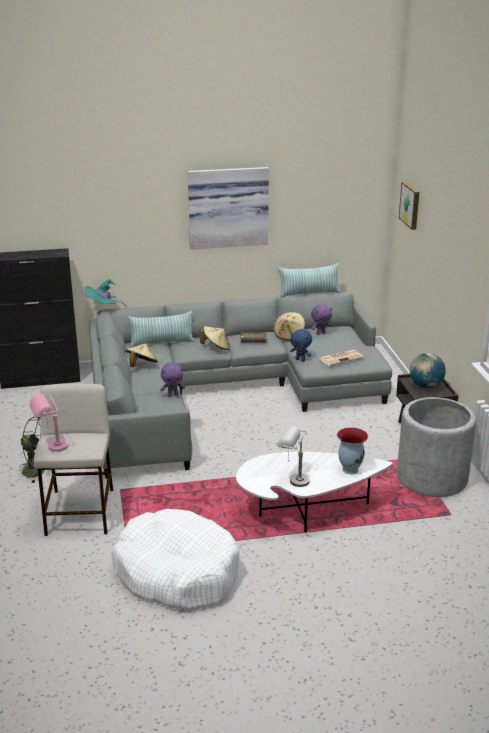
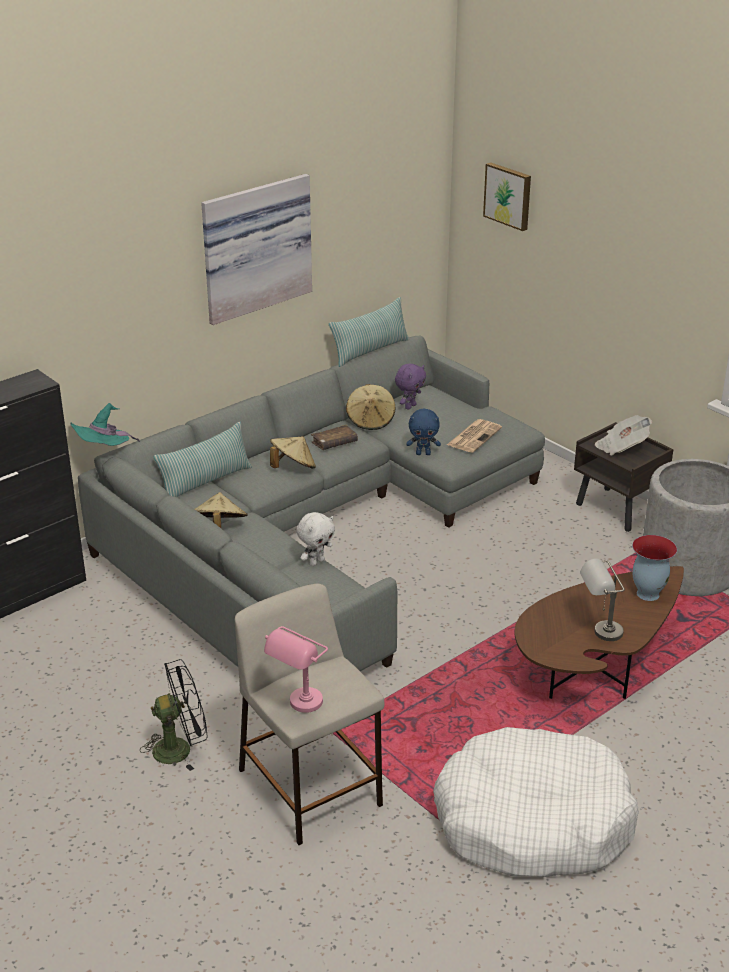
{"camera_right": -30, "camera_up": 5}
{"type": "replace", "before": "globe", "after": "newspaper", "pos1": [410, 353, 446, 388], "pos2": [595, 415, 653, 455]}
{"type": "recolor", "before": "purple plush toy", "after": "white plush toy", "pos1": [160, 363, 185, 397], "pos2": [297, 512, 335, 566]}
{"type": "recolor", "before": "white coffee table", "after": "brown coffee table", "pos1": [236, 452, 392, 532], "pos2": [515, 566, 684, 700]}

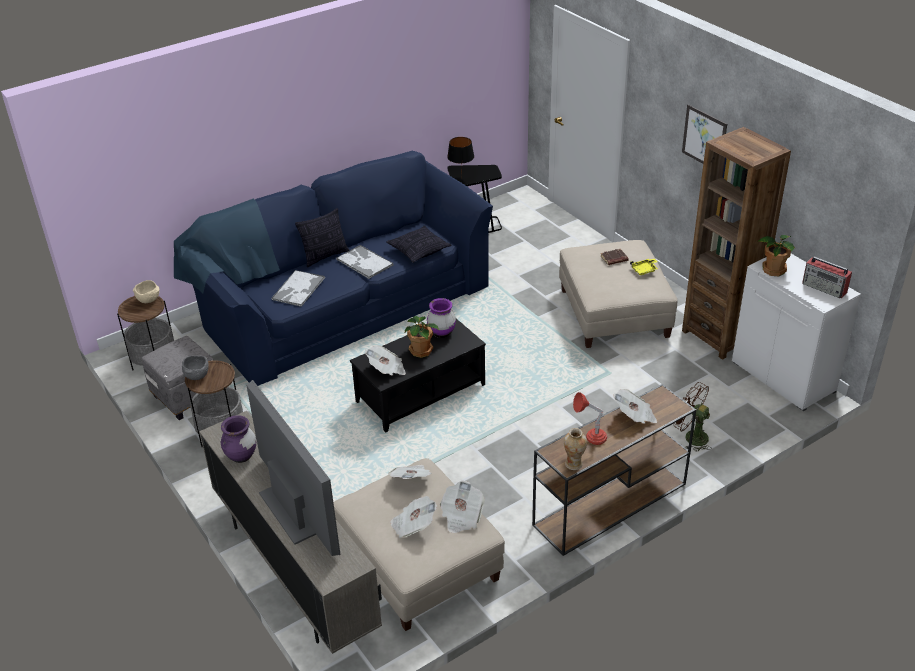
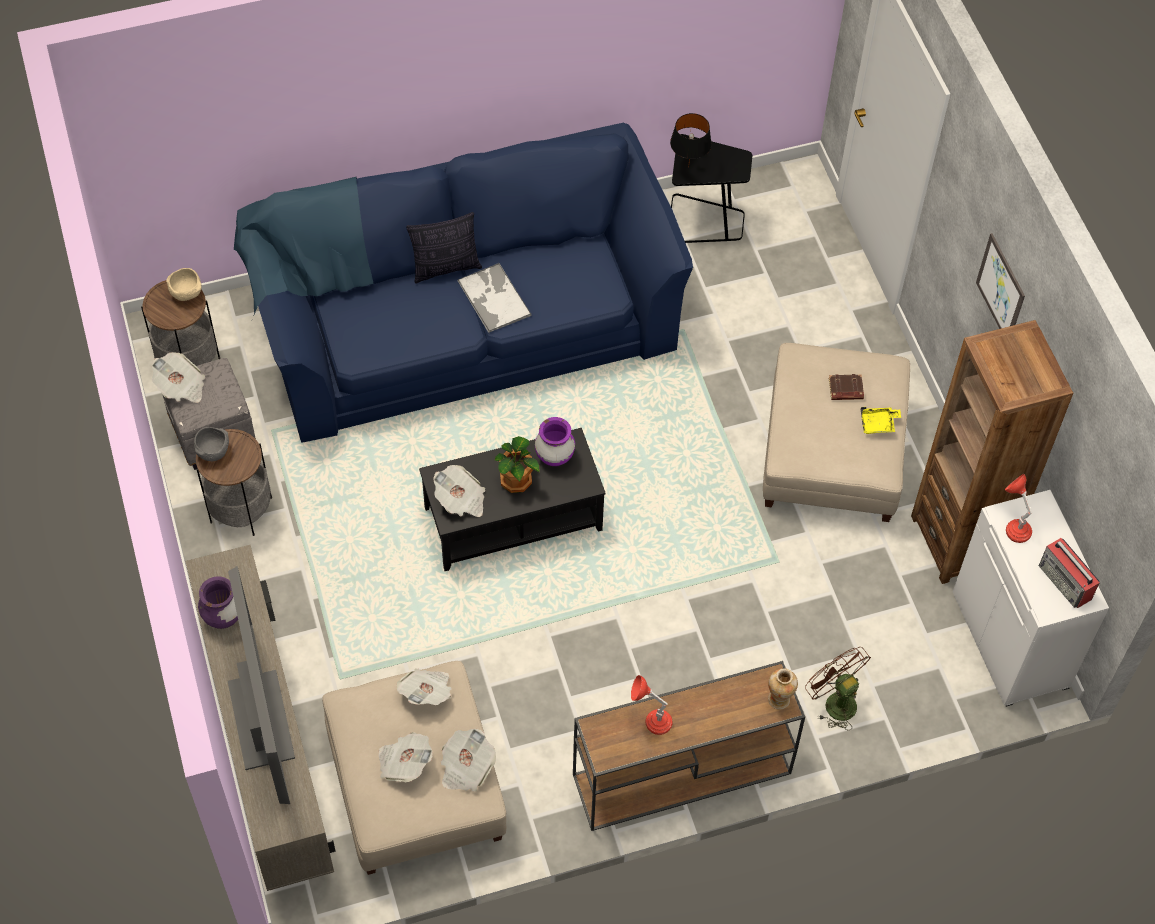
{"camera_right": 15, "camera_up": 20}
{"type": "delete", "before": "pillow", "pos1": [386, 226, 452, 263]}
{"type": "replace", "before": "potted plant", "after": "red table lamp", "pos1": [757, 235, 796, 276], "pos2": [1005, 474, 1032, 543]}
{"type": "delete", "before": "tray", "pos1": [272, 270, 325, 307]}
{"type": "move", "before": "newspaper", "pos1": [613, 389, 658, 424], "pos2": [152, 352, 205, 403]}
{"type": "move", "before": "vase", "pos1": [564, 428, 587, 470], "pos2": [768, 668, 798, 709]}

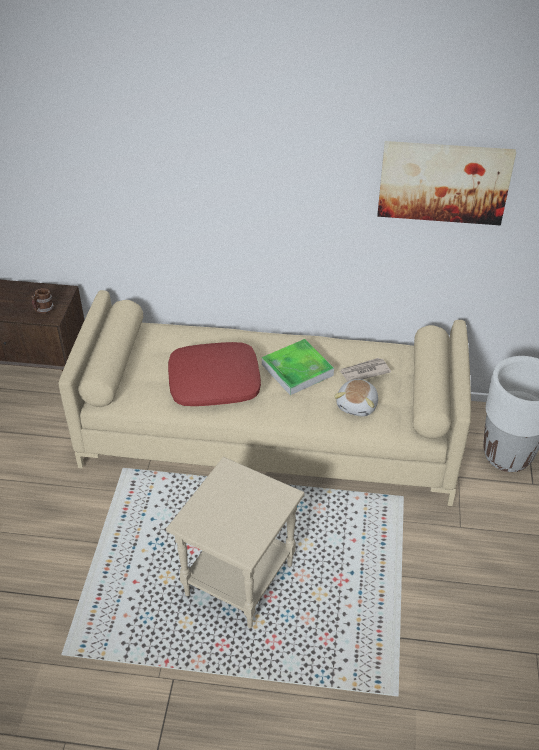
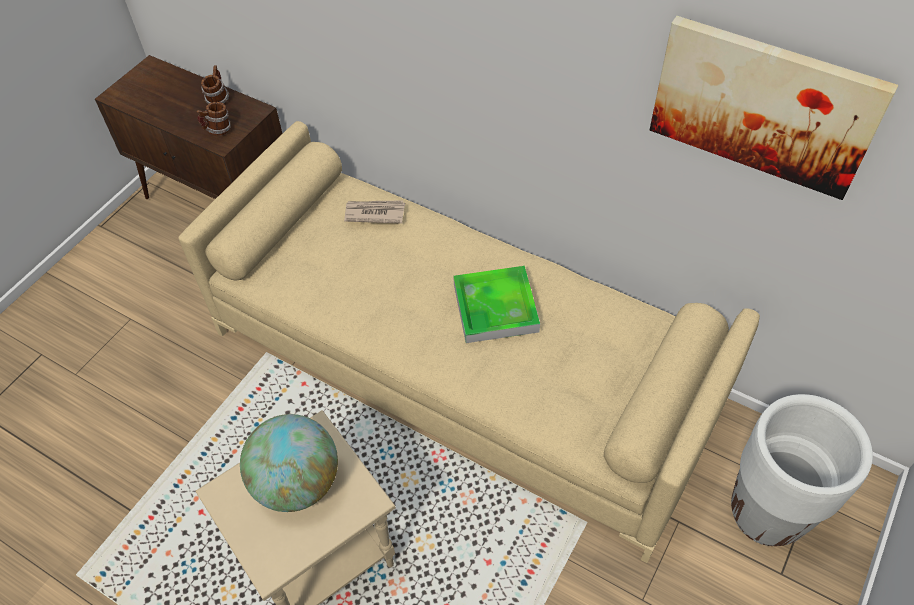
{"camera_right": 25, "camera_up": 10}
{"type": "delete", "before": "red pillow", "pos1": [168, 342, 261, 406]}
{"type": "move", "before": "newspaper", "pos1": [340, 358, 391, 381], "pos2": [344, 200, 405, 224]}
{"type": "delete", "before": "plush toy", "pos1": [334, 379, 378, 417]}
{"type": "insert", "after": "mug", "pos2": [201, 65, 229, 104]}
{"type": "insert", "after": "globe", "pos2": [240, 414, 338, 512]}

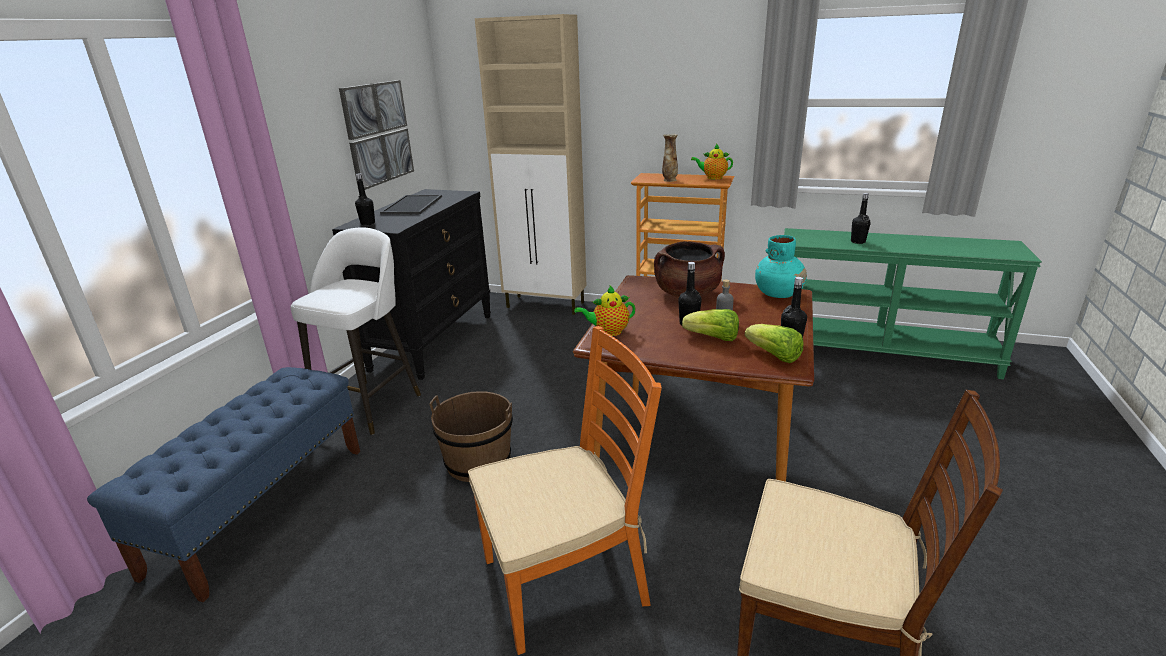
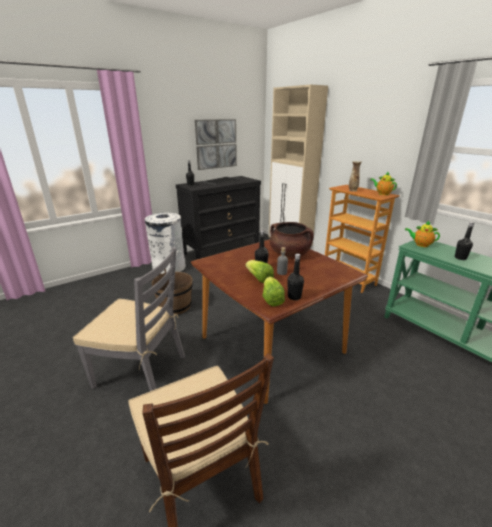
{"camera_right": 35, "camera_up": 0}
{"type": "replace", "before": "white stool", "after": "white trash can", "pos1": [290, 227, 421, 435], "pos2": [145, 213, 186, 274]}
{"type": "delete", "before": "turquoise vase", "pos1": [755, 235, 807, 298]}
{"type": "move", "before": "teapot", "pos1": [574, 285, 636, 336], "pos2": [405, 221, 440, 247]}
{"type": "recolor", "before": "orange chair", "after": "grey chair", "pos1": [468, 326, 662, 655], "pos2": [73, 247, 185, 391]}
{"type": "delete", "before": "blue bench", "pos1": [87, 367, 360, 602]}

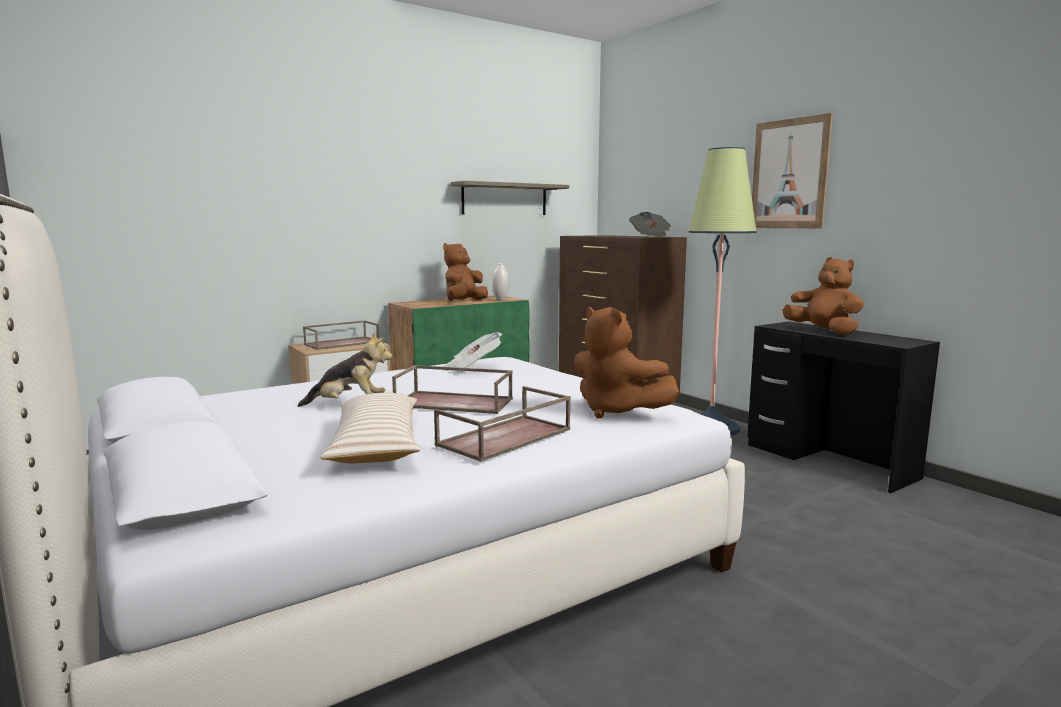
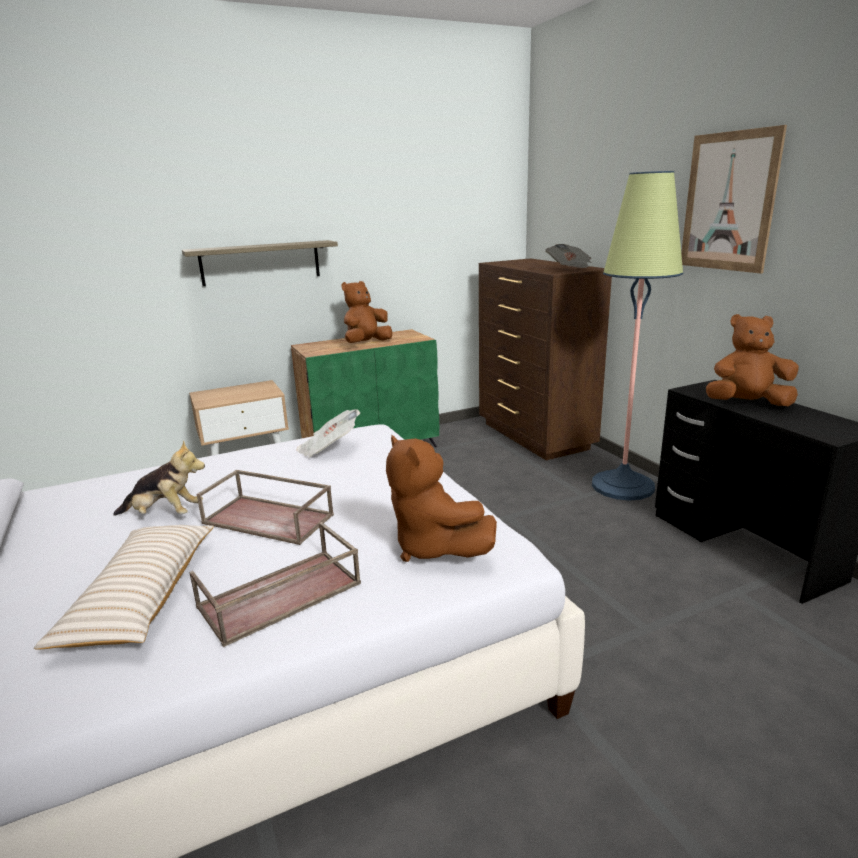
{"camera_right": 10, "camera_up": 10}
{"type": "move", "before": "shelf", "pos1": [451, 181, 569, 215], "pos2": [182, 240, 338, 286]}
{"type": "rotate", "before": "brown plush toy", "pos1": [782, 257, 863, 335], "pos2": [706, 314, 799, 406], "turn": -60}
{"type": "delete", "before": "white vase", "pos1": [492, 263, 509, 301]}
{"type": "delete", "before": "brown tray", "pos1": [303, 321, 379, 350]}

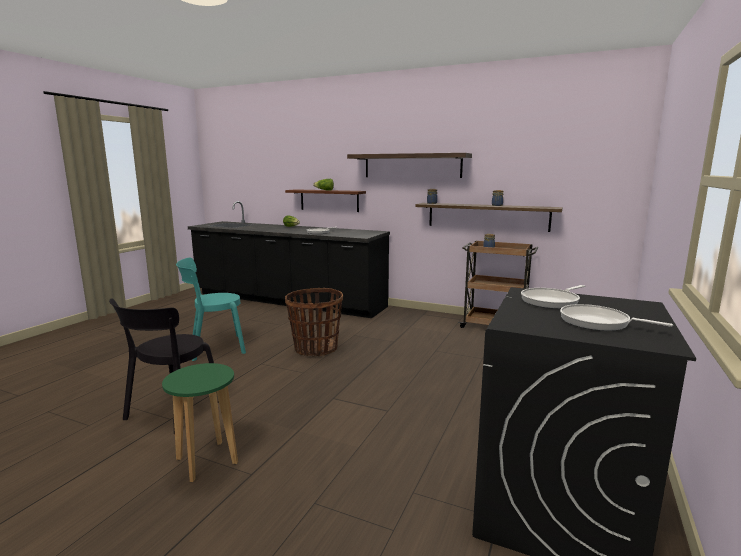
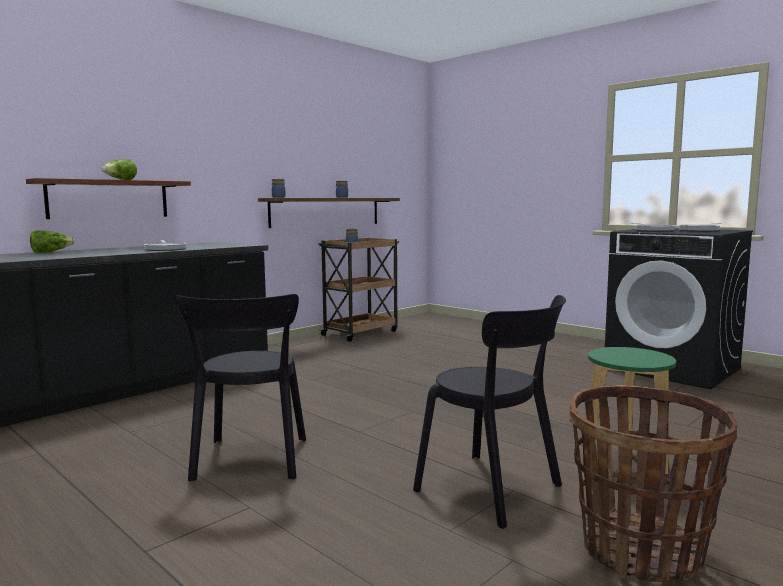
{"camera_right": -70, "camera_up": -5}
{"type": "delete", "before": "shelf", "pos1": [347, 153, 472, 178]}
{"type": "recolor", "before": "turquoise chair", "after": "black chair", "pos1": [176, 258, 246, 361], "pos2": [176, 294, 306, 481]}
{"type": "move", "before": "basket", "pos1": [285, 288, 343, 356], "pos2": [570, 385, 737, 583]}

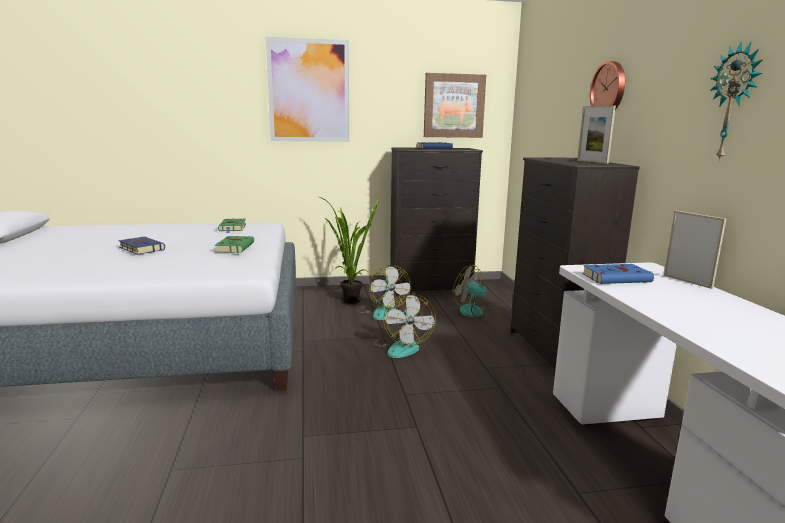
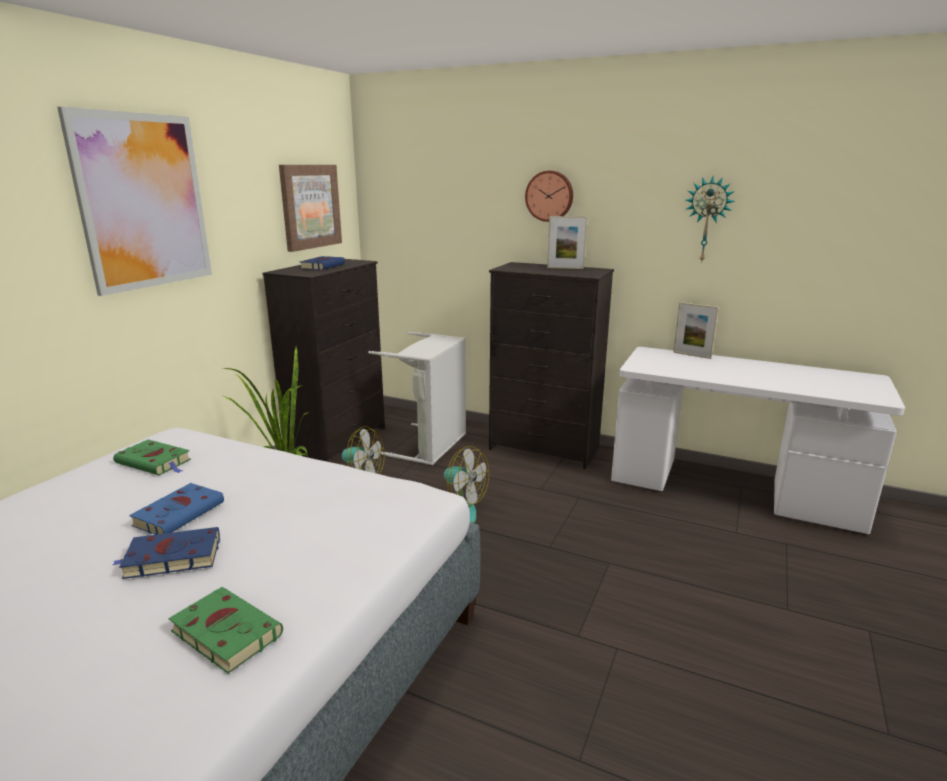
{"camera_right": -55, "camera_up": 5}
{"type": "rotate", "before": "picture frame", "pos1": [664, 211, 726, 289], "pos2": [673, 302, 719, 359], "turn": -150}
{"type": "move", "before": "green book", "pos1": [214, 236, 254, 253], "pos2": [168, 587, 283, 674]}
{"type": "move", "before": "blue book", "pos1": [582, 264, 654, 284], "pos2": [129, 483, 224, 535]}
{"type": "replace", "before": "fan", "after": "grey laundry basket", "pos1": [452, 265, 500, 321], "pos2": [368, 332, 466, 465]}

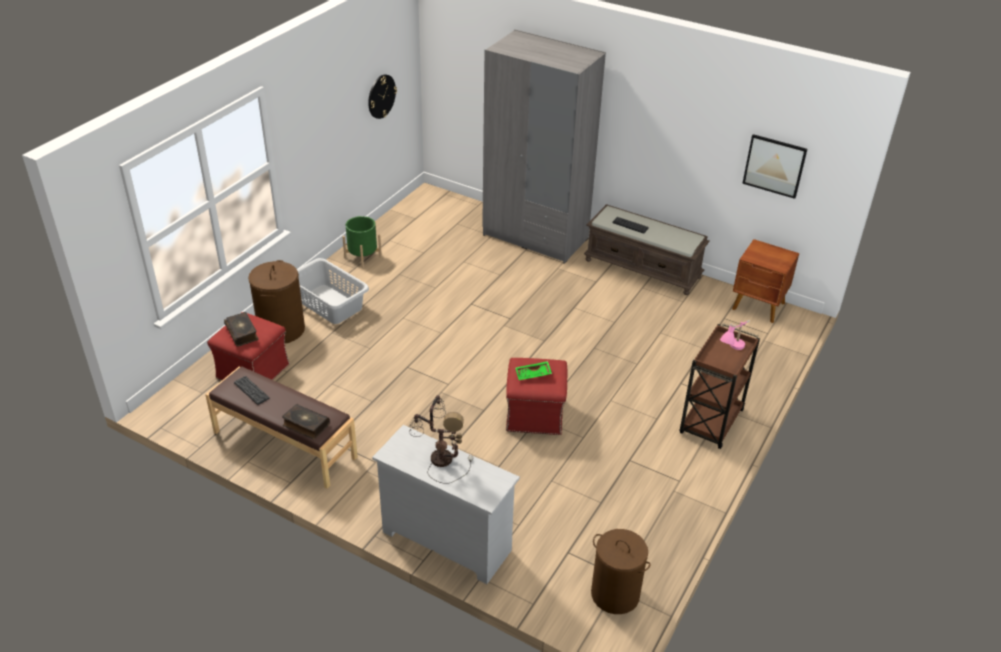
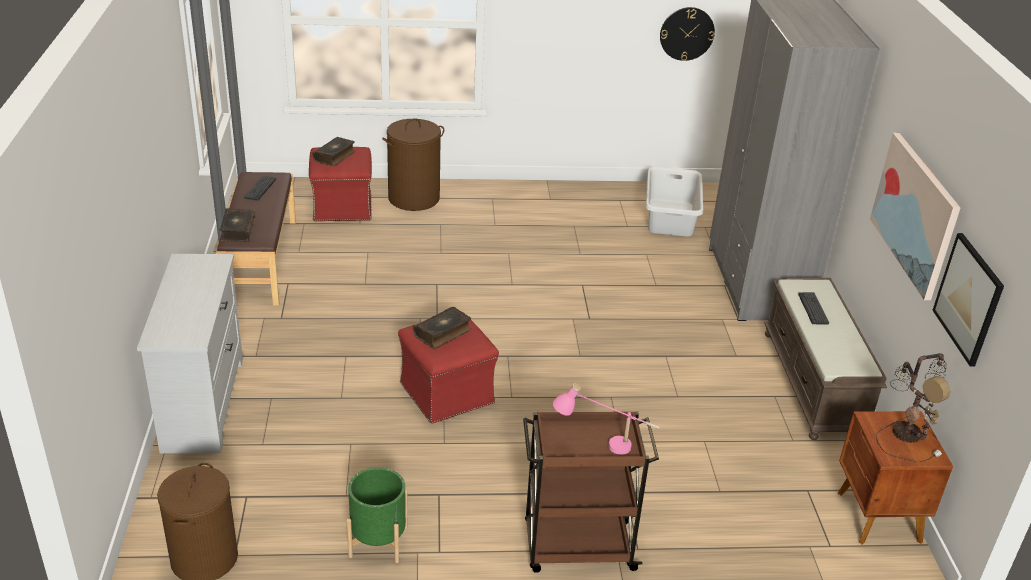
{"camera_right": 55, "camera_up": -5}
{"type": "move", "before": "green planter", "pos1": [342, 216, 382, 269], "pos2": [346, 467, 408, 563]}
{"type": "move", "before": "grey laundry basket", "pos1": [297, 258, 369, 324], "pos2": [646, 167, 703, 237]}
{"type": "replace", "before": "green tray", "after": "book", "pos1": [515, 361, 552, 380], "pos2": [413, 307, 471, 349]}
{"type": "move", "before": "table lamp", "pos1": [410, 395, 473, 484], "pos2": [876, 353, 950, 462]}
{"type": "insert", "after": "picture", "pos2": [870, 133, 960, 300]}

